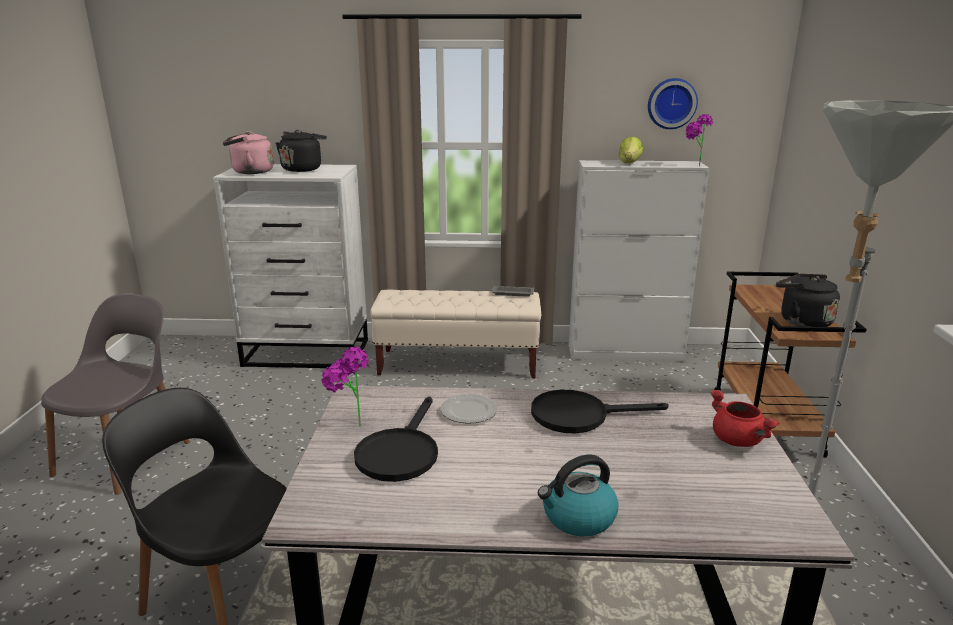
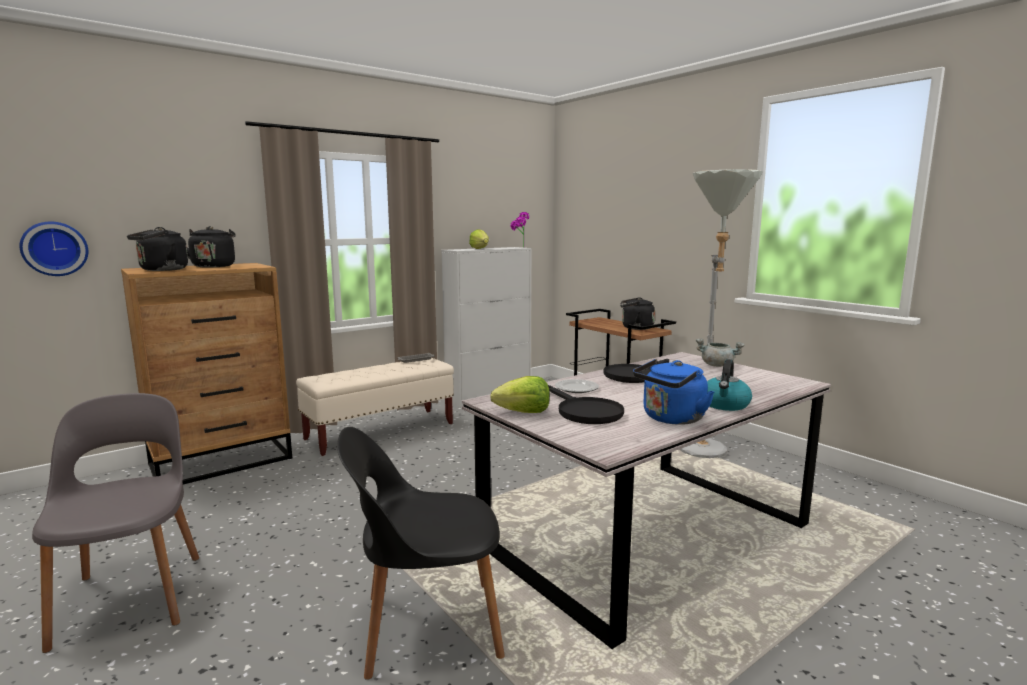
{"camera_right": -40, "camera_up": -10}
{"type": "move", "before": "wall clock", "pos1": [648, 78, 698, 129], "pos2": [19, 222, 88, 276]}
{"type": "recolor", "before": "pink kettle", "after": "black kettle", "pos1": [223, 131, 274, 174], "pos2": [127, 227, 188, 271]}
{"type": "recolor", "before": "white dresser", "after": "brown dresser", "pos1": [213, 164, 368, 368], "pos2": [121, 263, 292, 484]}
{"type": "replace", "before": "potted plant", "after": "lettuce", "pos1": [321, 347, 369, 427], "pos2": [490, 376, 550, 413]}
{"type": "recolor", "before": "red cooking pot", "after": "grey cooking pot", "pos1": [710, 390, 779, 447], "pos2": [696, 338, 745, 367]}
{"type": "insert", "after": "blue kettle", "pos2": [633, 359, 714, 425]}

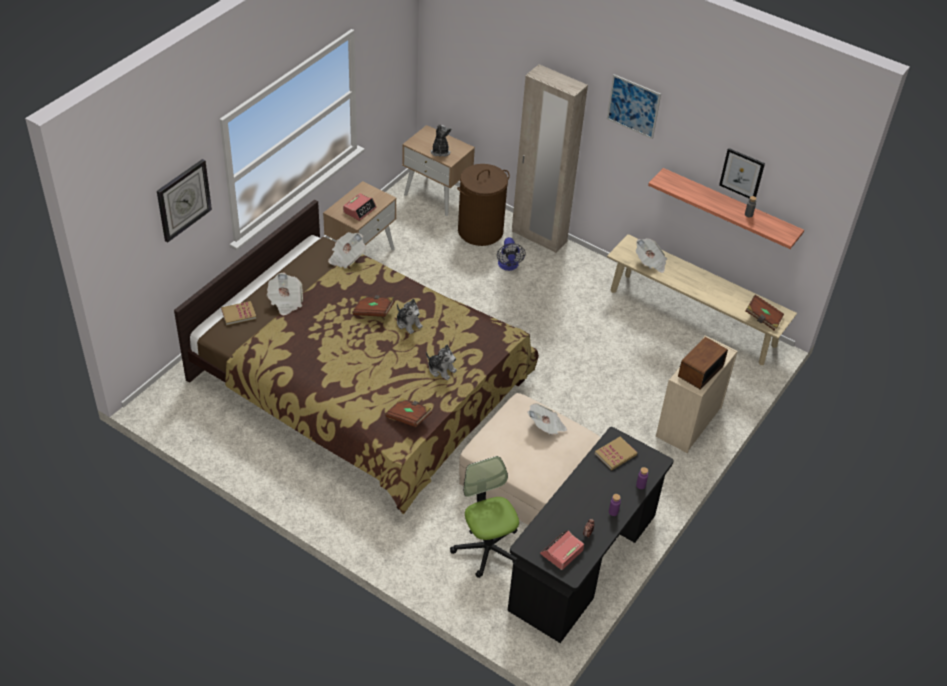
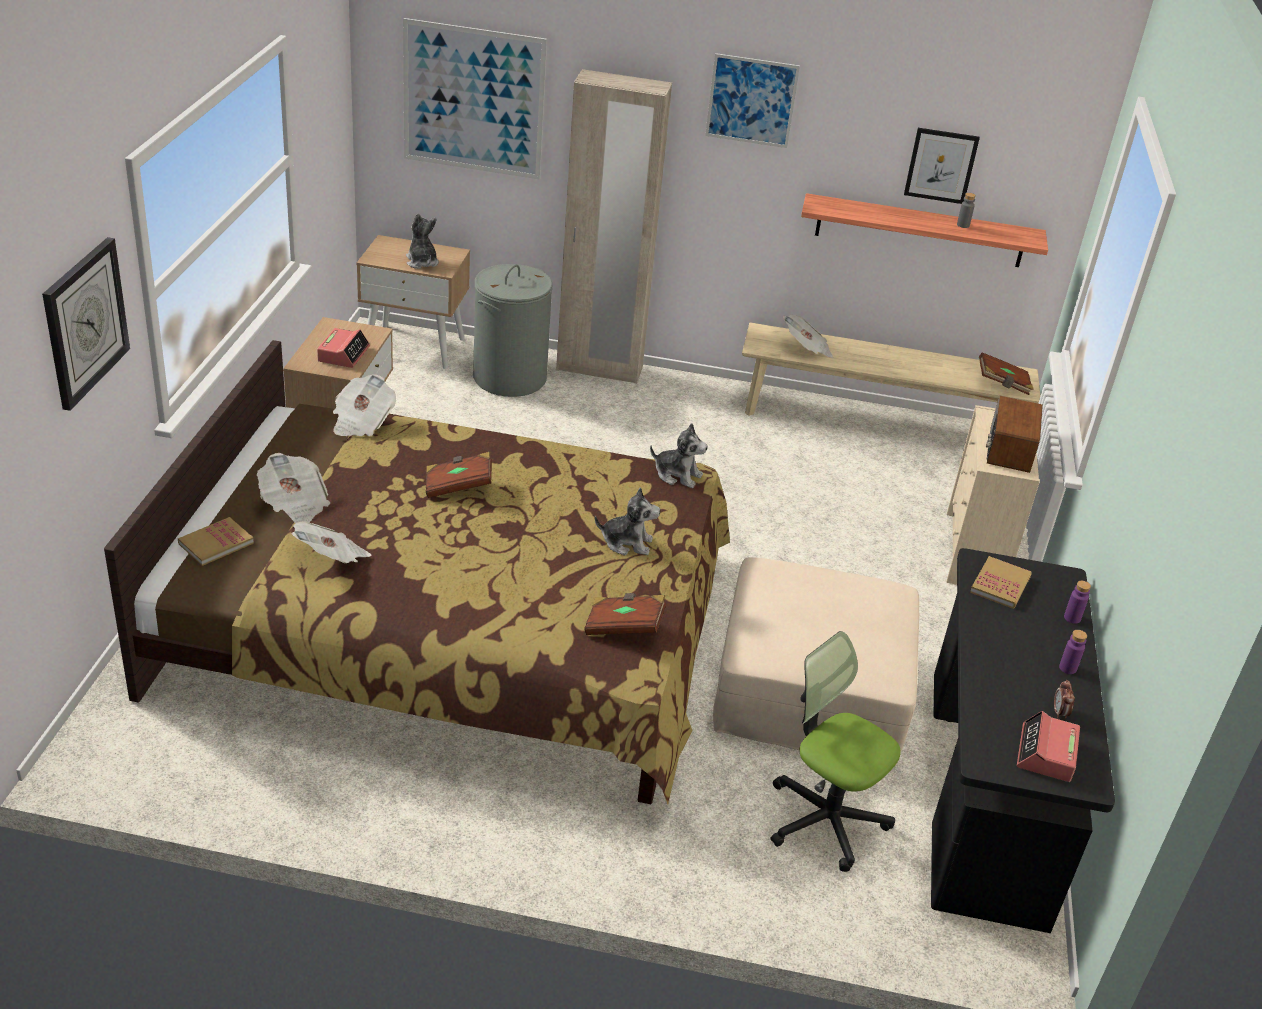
{"camera_right": -25, "camera_up": -10}
{"type": "recolor", "before": "brown laundry basket", "after": "grey laundry basket", "pos1": [457, 164, 510, 246], "pos2": [473, 264, 552, 397]}
{"type": "delete", "before": "fan", "pos1": [497, 237, 526, 271]}
{"type": "move", "before": "plush toy", "pos1": [397, 299, 423, 334], "pos2": [650, 423, 708, 488]}
{"type": "move", "before": "newspaper", "pos1": [527, 403, 567, 435], "pos2": [291, 521, 372, 564]}
{"type": "insert", "after": "picture", "pos2": [403, 18, 547, 180]}

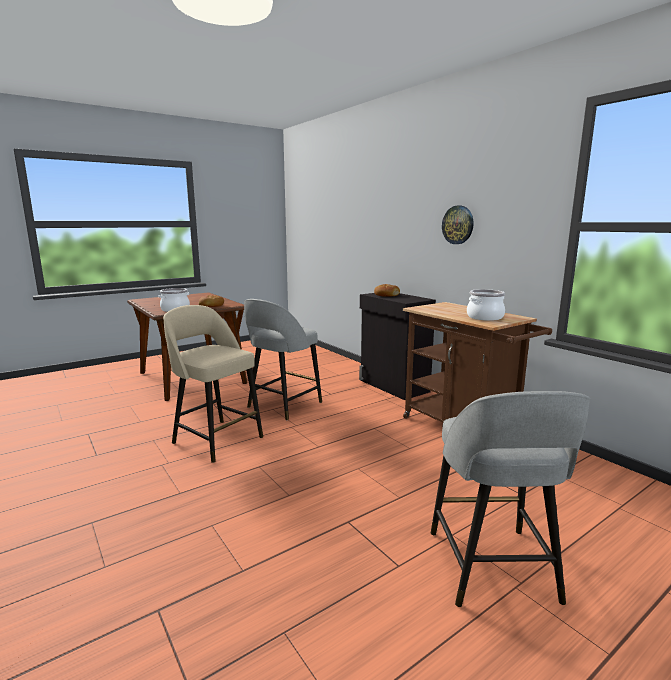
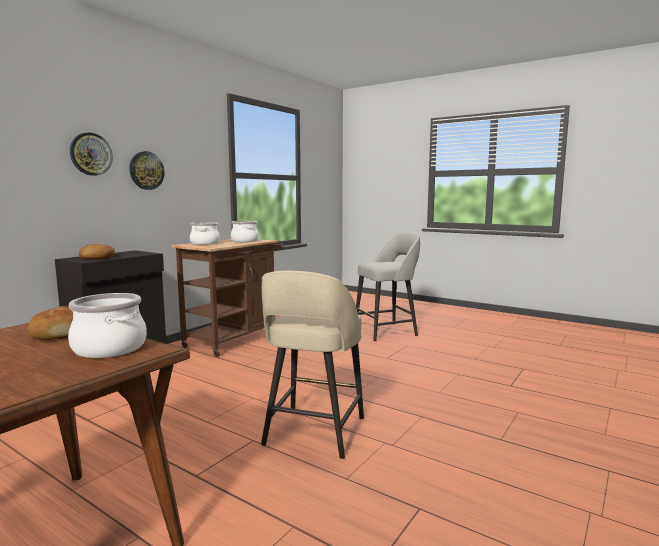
{"camera_right": -110, "camera_up": -5}
{"type": "delete", "before": "grey stool", "pos1": [244, 299, 322, 420]}
{"type": "insert", "after": "wall clock", "pos2": [70, 132, 113, 176]}
{"type": "insert", "after": "cooking pot", "pos2": [190, 222, 220, 245]}

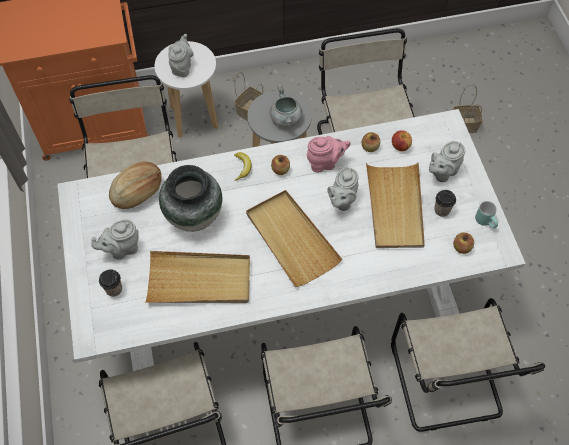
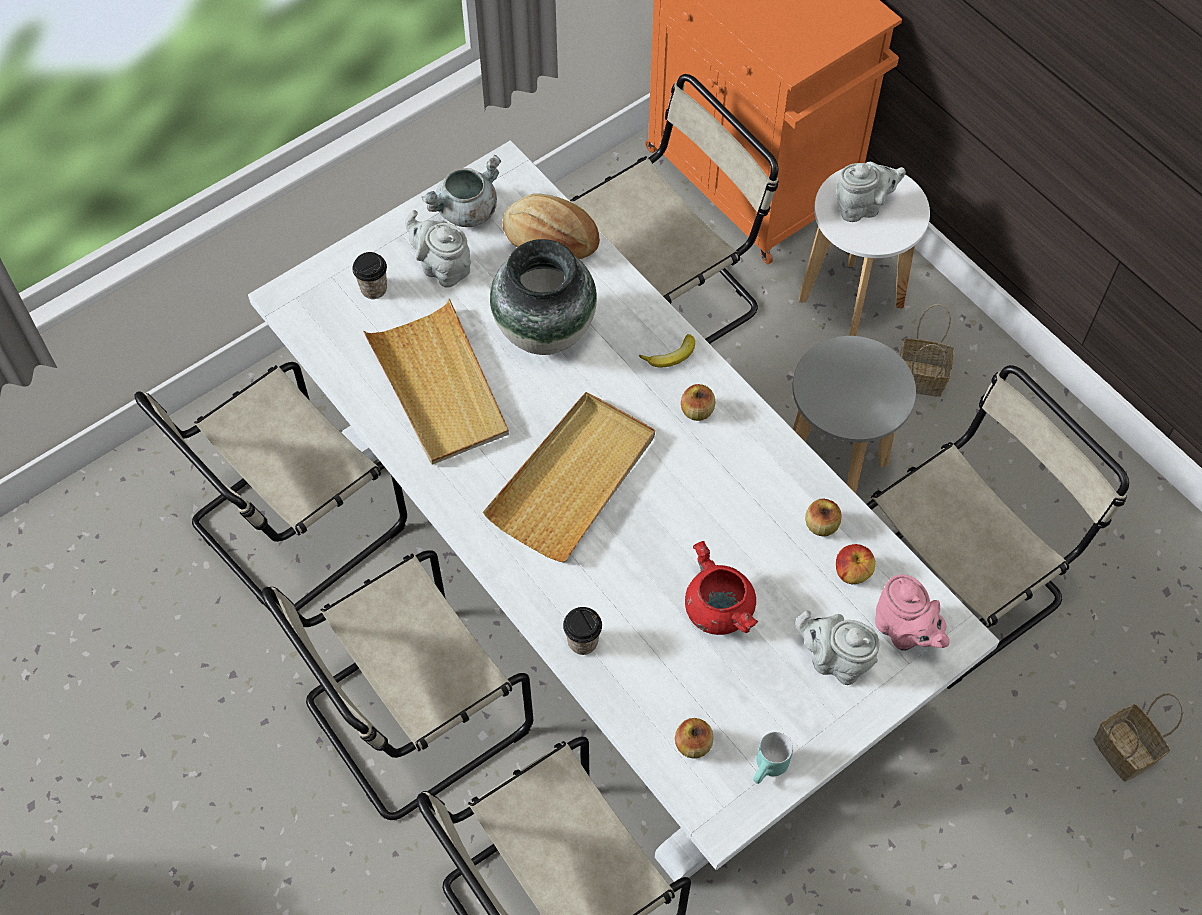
{"camera_right": 65, "camera_up": 0}
{"type": "move", "before": "grey cooking pot", "pos1": [270, 85, 303, 127], "pos2": [421, 155, 501, 227]}
{"type": "move", "before": "pink teapot", "pos1": [307, 136, 351, 173], "pos2": [875, 575, 950, 651]}
{"type": "replace", "before": "beige tray", "after": "red cooking pot", "pos1": [366, 162, 425, 248], "pos2": [685, 541, 758, 635]}
{"type": "delete", "before": "grey teapot", "pos1": [327, 167, 358, 211]}
{"type": "move", "before": "cup", "pos1": [434, 190, 456, 217], "pos2": [563, 607, 602, 655]}

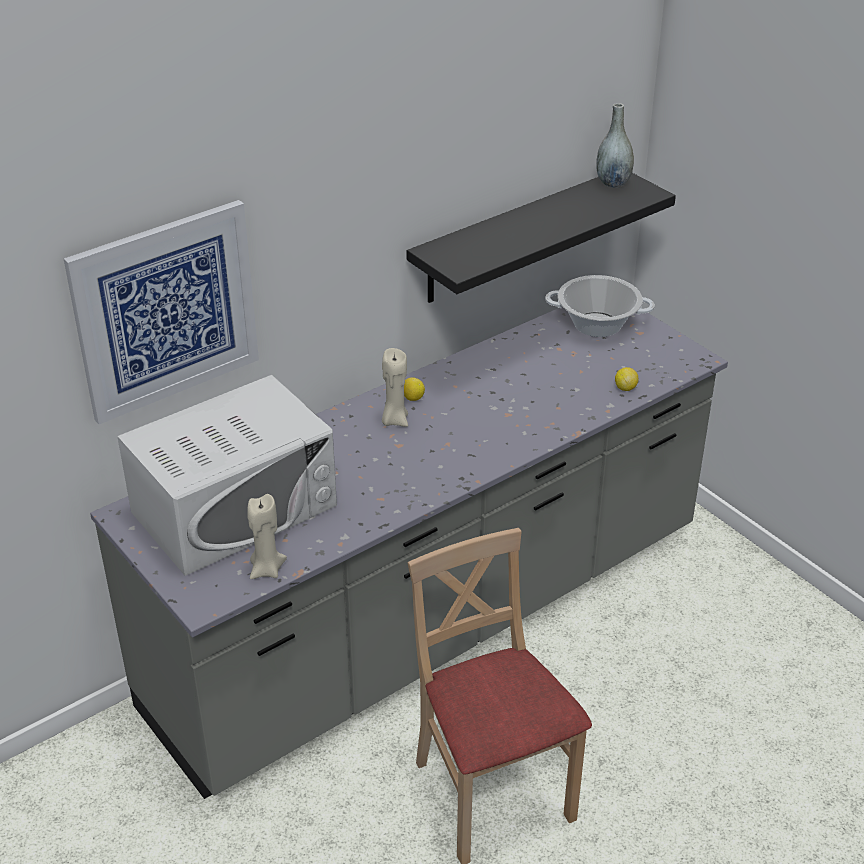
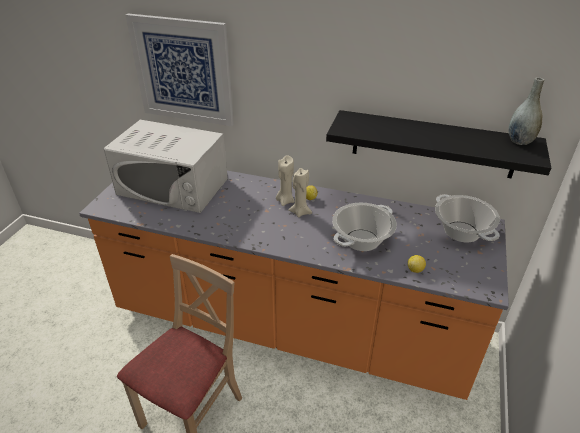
{"camera_right": 55, "camera_up": 0}
{"type": "recolor", "before": "grey counter", "after": "orange counter", "pos1": [90, 307, 728, 799], "pos2": [79, 171, 509, 400]}
{"type": "move", "before": "beige candle", "pos1": [247, 494, 287, 579], "pos2": [288, 168, 313, 218]}
{"type": "insert", "after": "cooking pot", "pos2": [332, 202, 397, 251]}

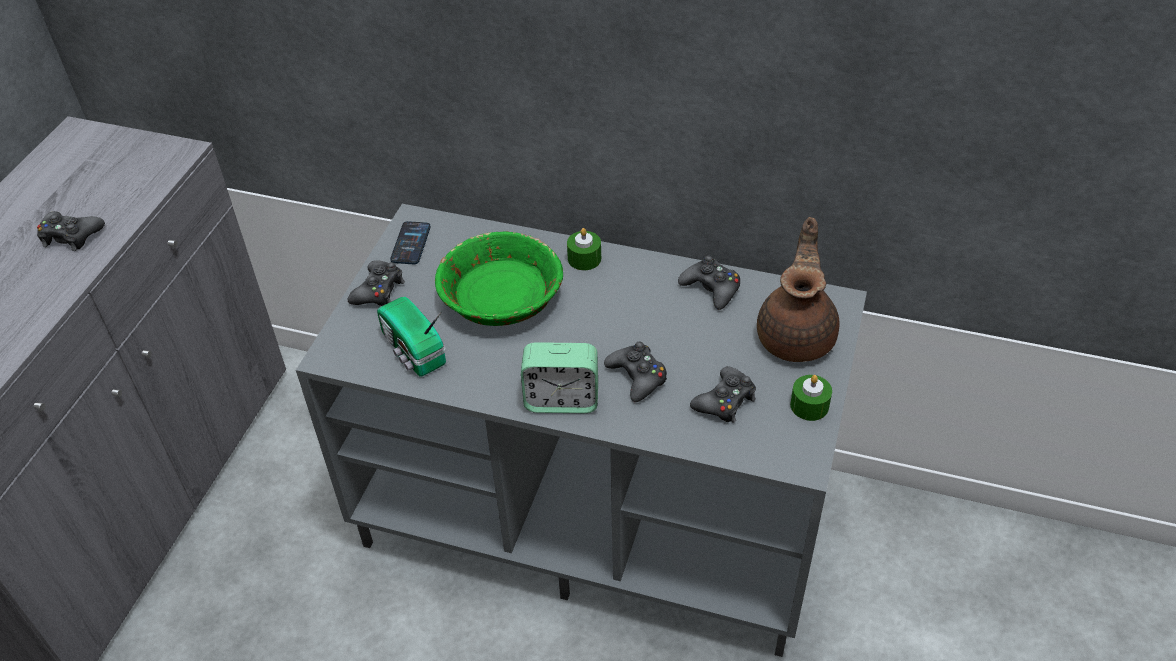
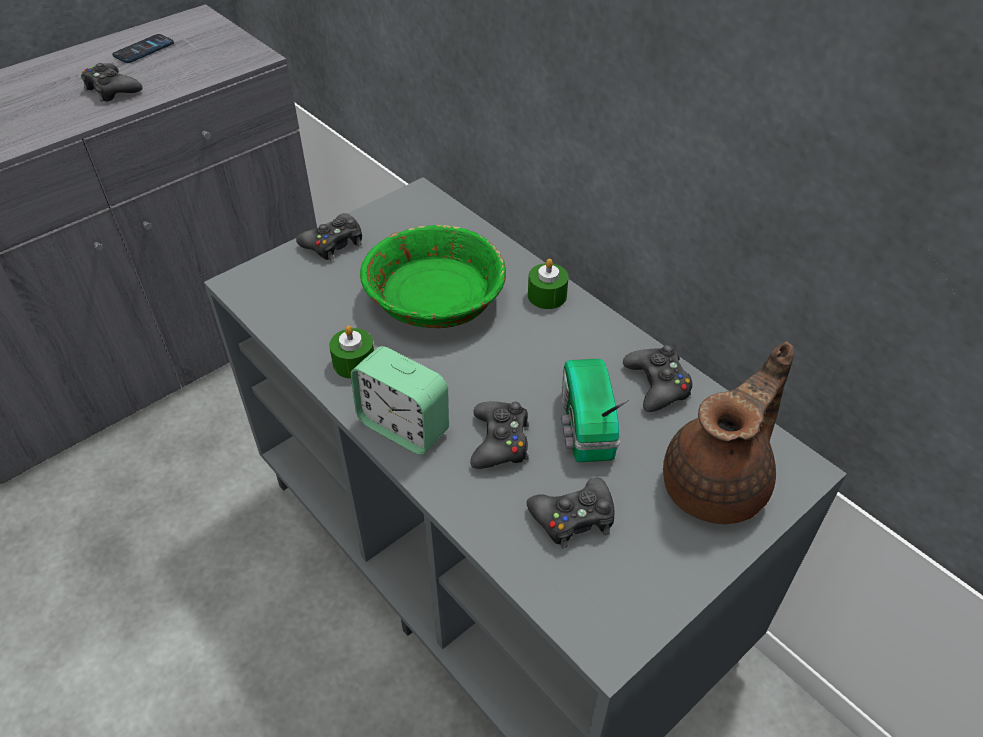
{"camera_right": 30, "camera_up": 0}
{"type": "move", "before": "phone", "pos1": [390, 221, 431, 264], "pos2": [112, 34, 174, 63]}
{"type": "move", "before": "radio", "pos1": [377, 297, 446, 377], "pos2": [561, 359, 629, 462]}
{"type": "move", "before": "green candle", "pos1": [790, 375, 832, 421], "pos2": [329, 326, 374, 379]}

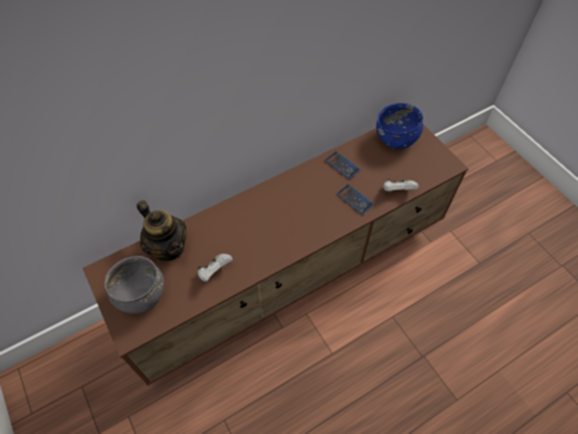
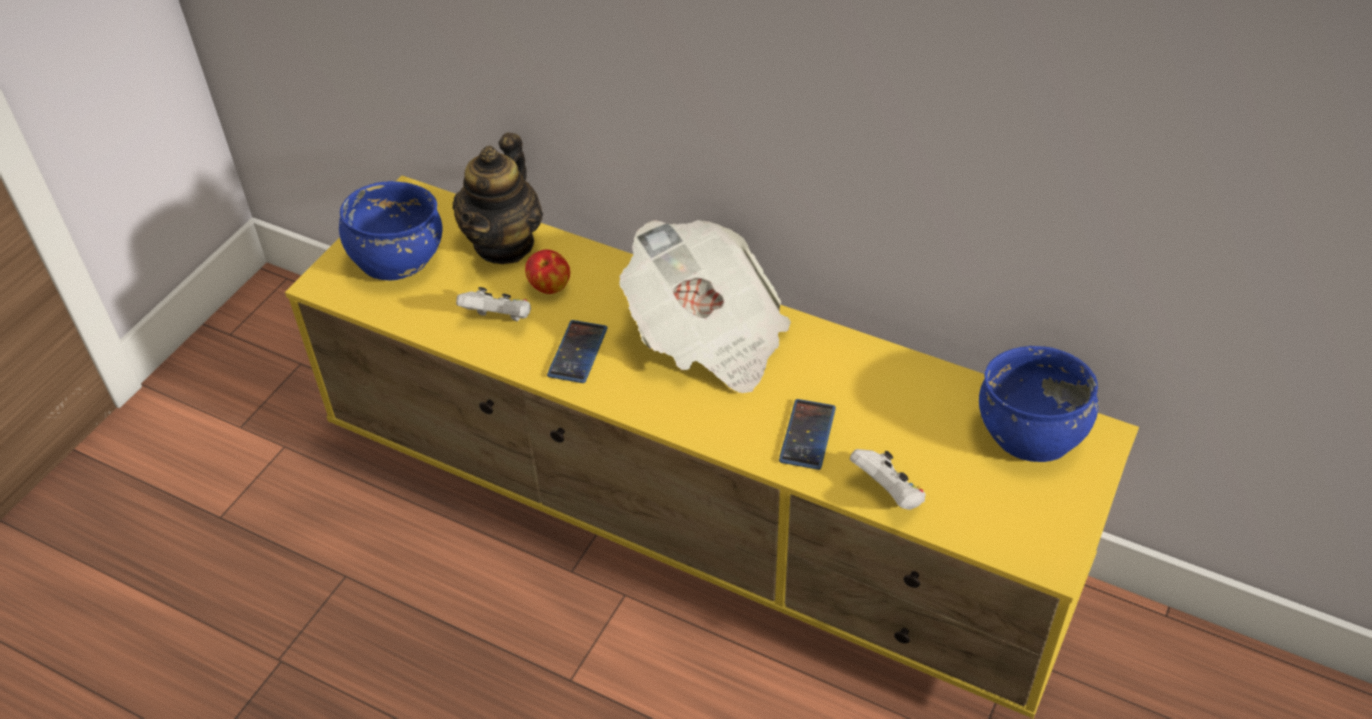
{"camera_right": 60, "camera_up": -10}
{"type": "recolor", "before": "brown tv stand", "after": "yellow tv stand", "pos1": [83, 124, 468, 386], "pos2": [285, 176, 1139, 719]}
{"type": "move", "before": "phone", "pos1": [325, 151, 361, 179], "pos2": [547, 320, 608, 383]}
{"type": "recolor", "before": "grey bowl", "after": "blue bowl", "pos1": [104, 256, 164, 314], "pos2": [339, 181, 443, 280]}
{"type": "insert", "after": "newspaper", "pos2": [620, 220, 791, 393]}
{"type": "insert", "after": "apple", "pos2": [525, 249, 570, 294]}

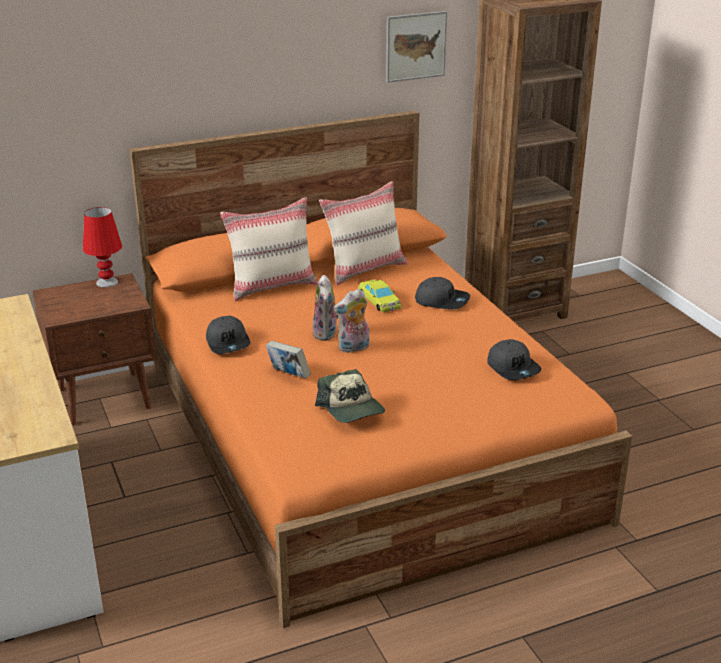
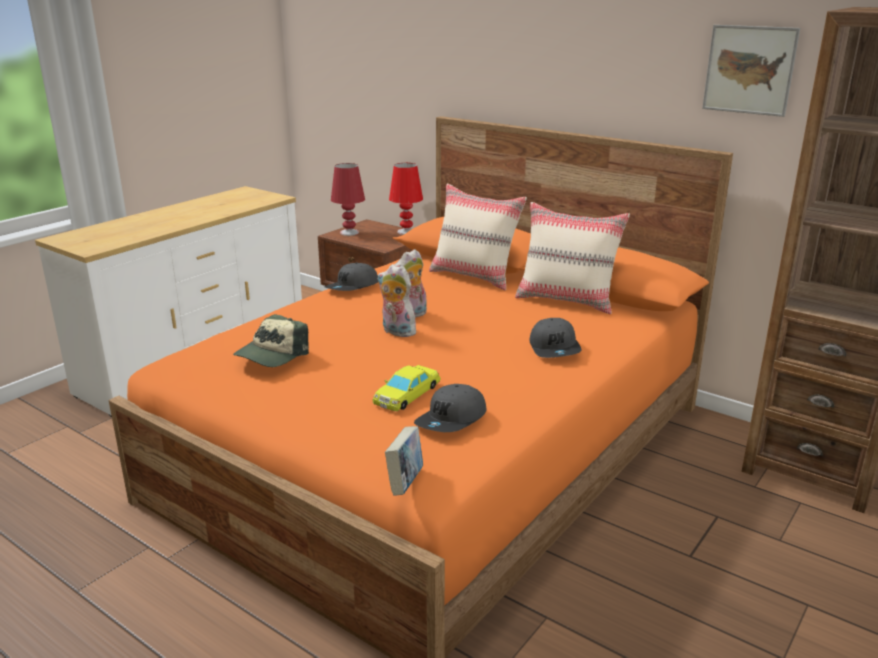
{"camera_right": 60, "camera_up": -5}
{"type": "move", "before": "yellow toy car", "pos1": [358, 279, 402, 312], "pos2": [373, 365, 441, 411]}
{"type": "move", "before": "book", "pos1": [266, 341, 311, 378], "pos2": [385, 426, 423, 496]}
{"type": "insert", "after": "red table lamp", "pos2": [331, 163, 365, 236]}

